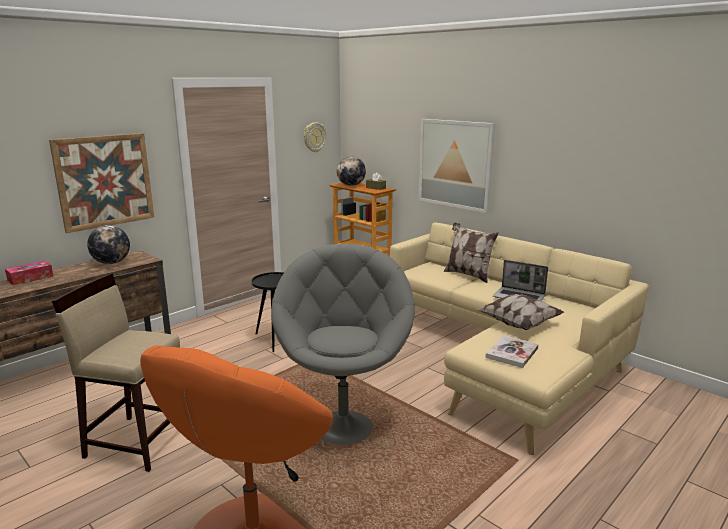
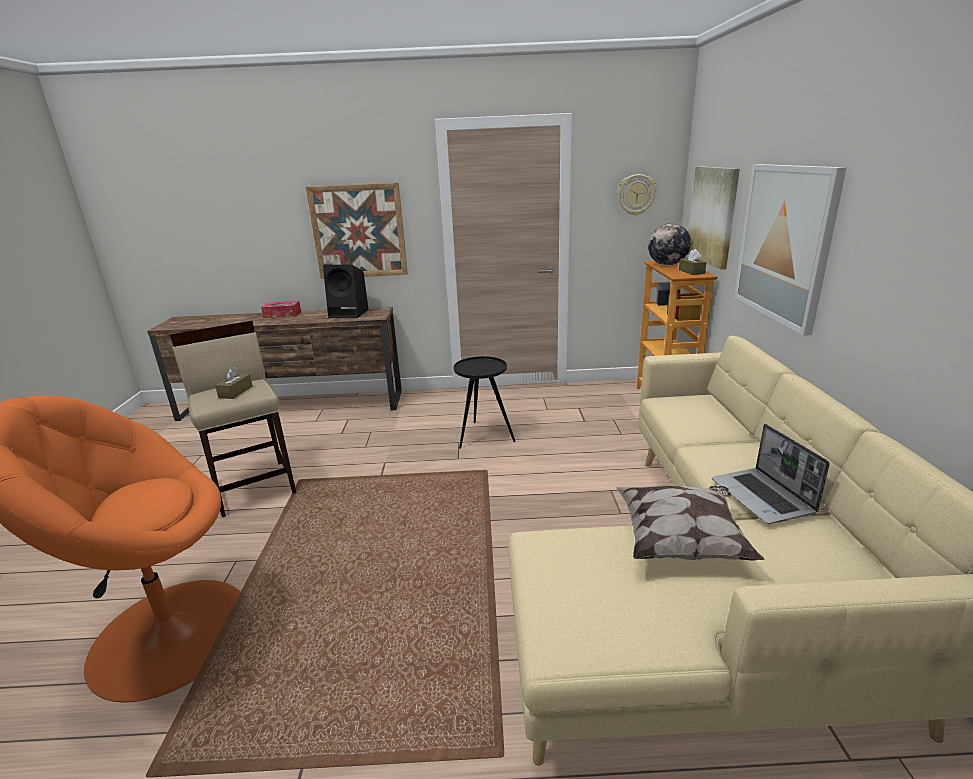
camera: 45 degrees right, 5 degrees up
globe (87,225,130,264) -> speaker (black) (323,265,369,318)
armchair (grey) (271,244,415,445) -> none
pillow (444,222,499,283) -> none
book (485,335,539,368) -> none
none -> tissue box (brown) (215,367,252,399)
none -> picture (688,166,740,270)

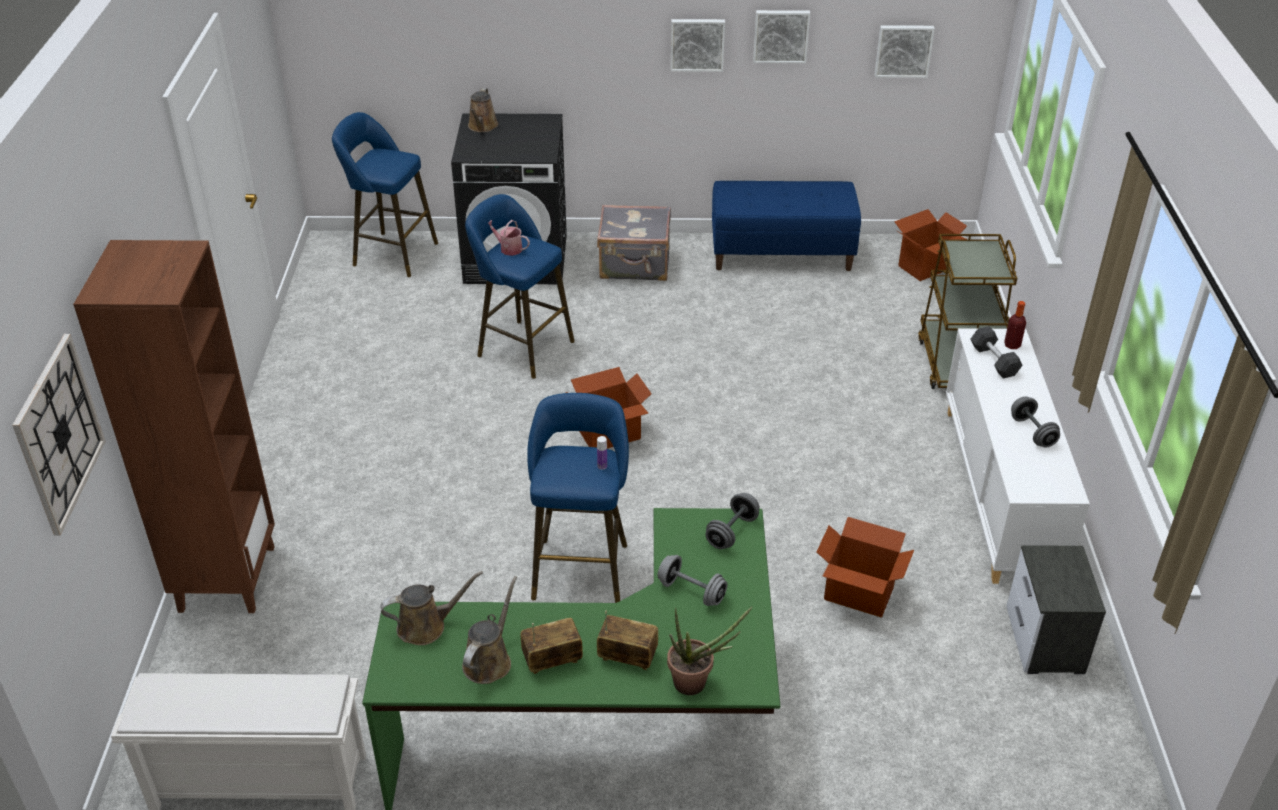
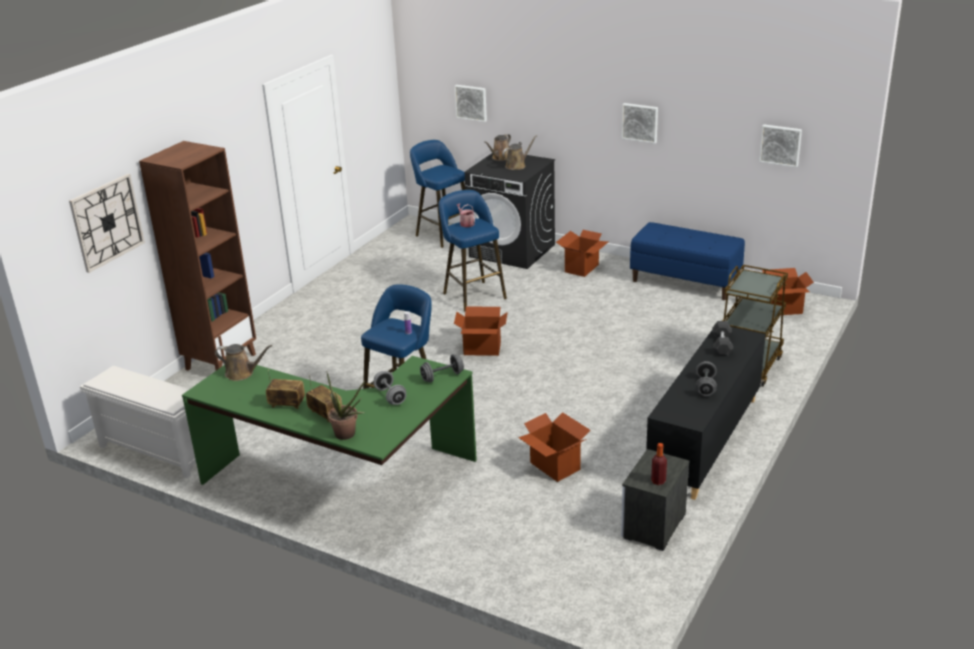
camera: 30 degrees right, 10 degrees down
watering can (brown) (462,576,517,684) -> watering can (brown) (502,135,538,170), relocated
suitcase (grey) (597,205,671,281) -> cardboard box (556,230,608,277)
picture (753,10,810,63) -> picture (454,85,487,122), relocated
cabinet (white) (946,328,1090,584) -> cabinet (black) (646,327,766,500)
bottle (1004,301,1026,349) -> bottle (651,443,667,485), relocated

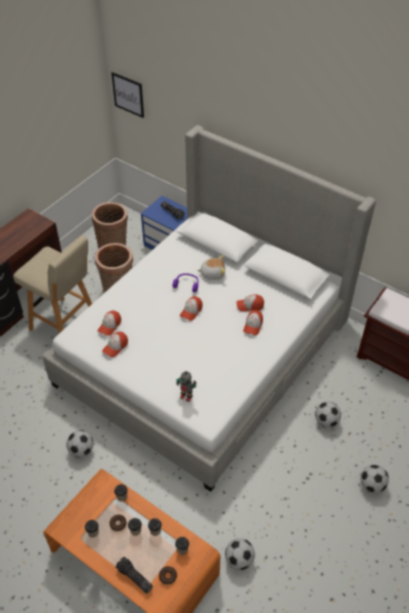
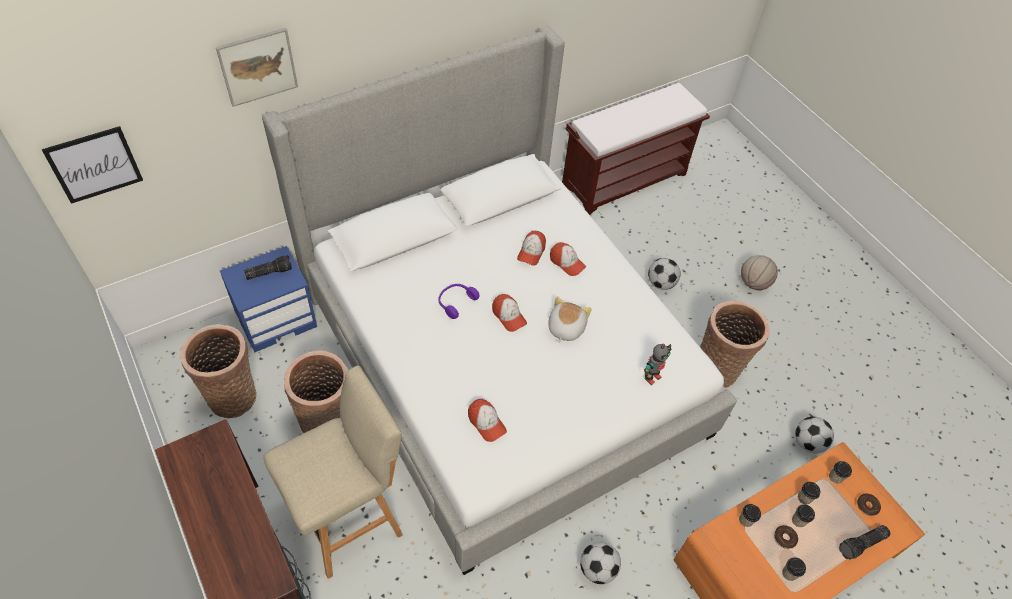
camera: 70 degrees left, 5 degrees up
cap (102,331,128,357) -> none
plush toy (197,255,226,280) -> plush toy (548,296,592,343), relocated
football (360,465,389,493) -> basketball (741,255,778,290)
none -> picture (216,28,298,107)
none -> basket (700,301,770,388)

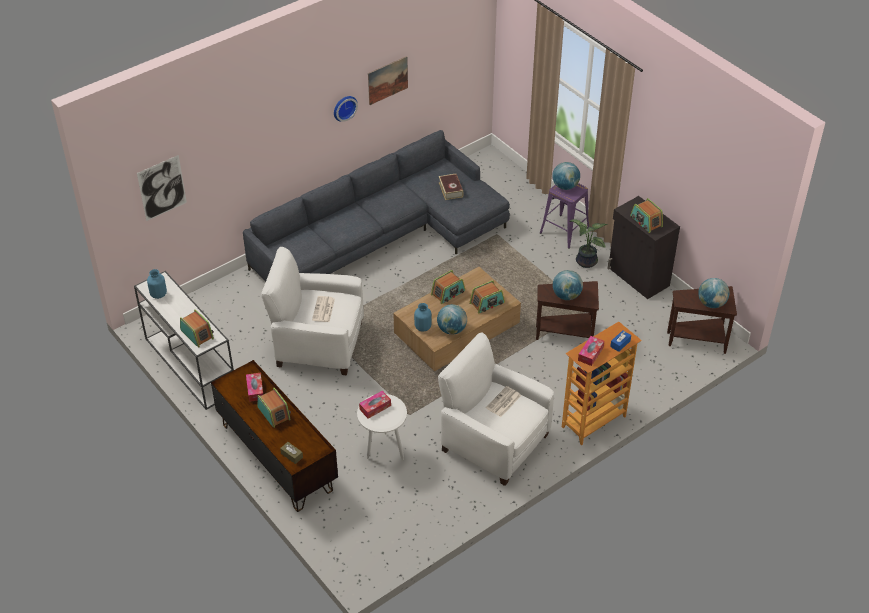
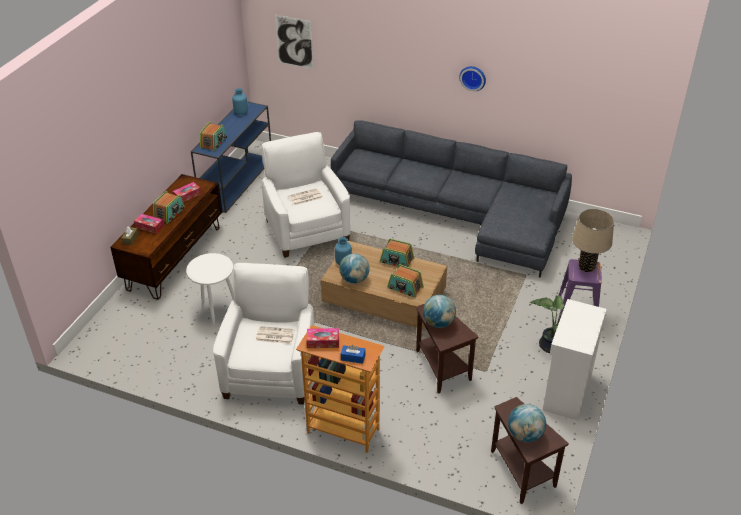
camera: 60 degrees right, 5 degrees down
console table (white) (134,271,234,410) -> console table (blue) (191,101,271,213)
tissue box (359,391,391,419) -> tissue box (134,214,164,234), relocated
picture (368,56,408,105) -> none
book (439,174,464,200) -> none
globe (552,162,580,190) -> table lamp (beige) (572,209,614,272)
cabinet (black) (607,196,680,299) -> cabinet (white) (543,299,607,421)
radio (630,198,663,233) -> none

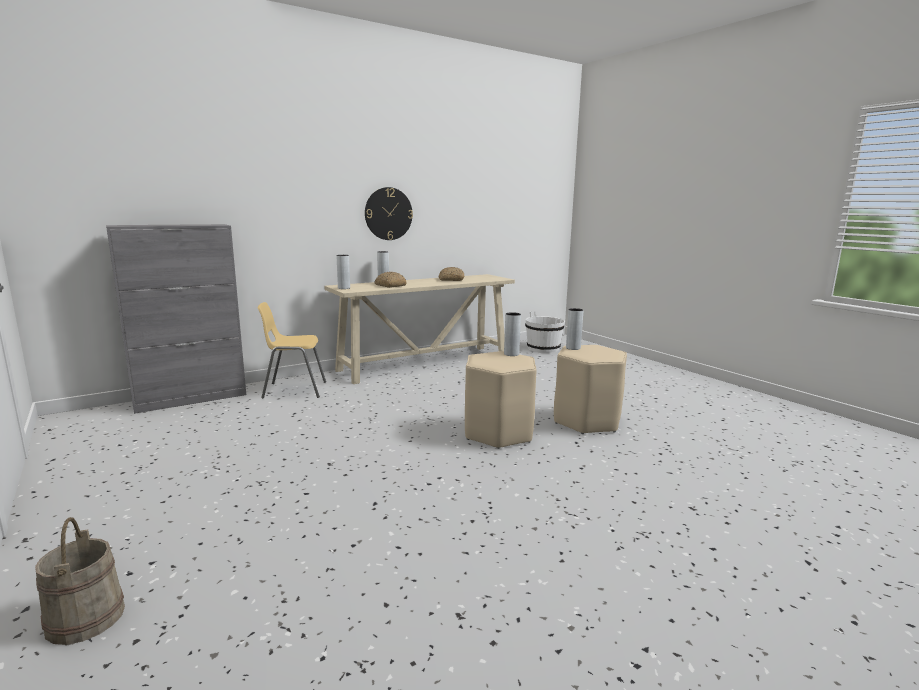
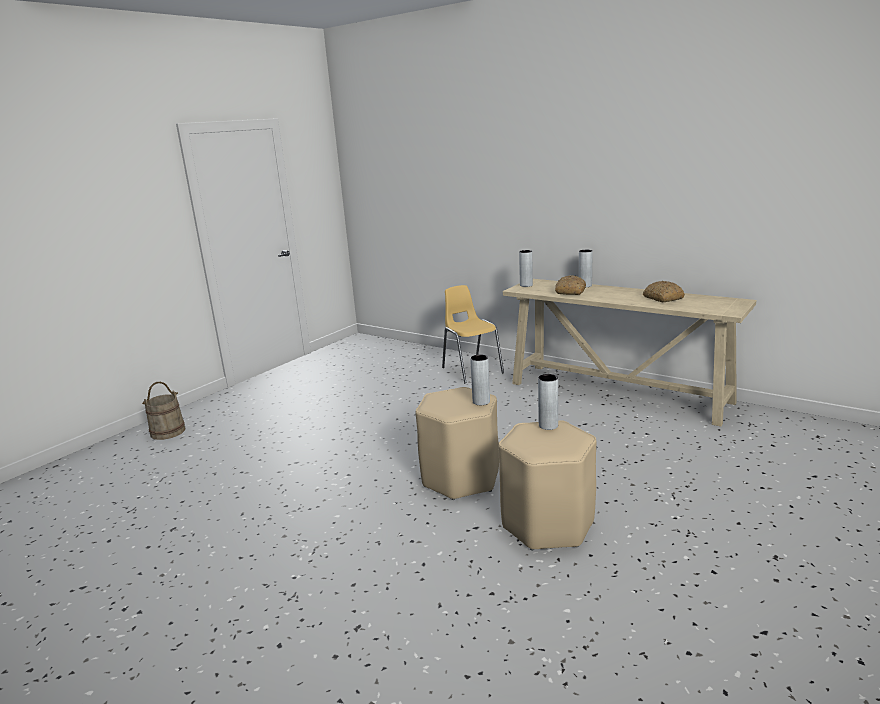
camera: 70 degrees right, 5 degrees up
cabinet (grey) (106,224,246,414) -> none
wall clock (365,187,413,240) -> none
bucket (white) (525,311,565,353) -> none

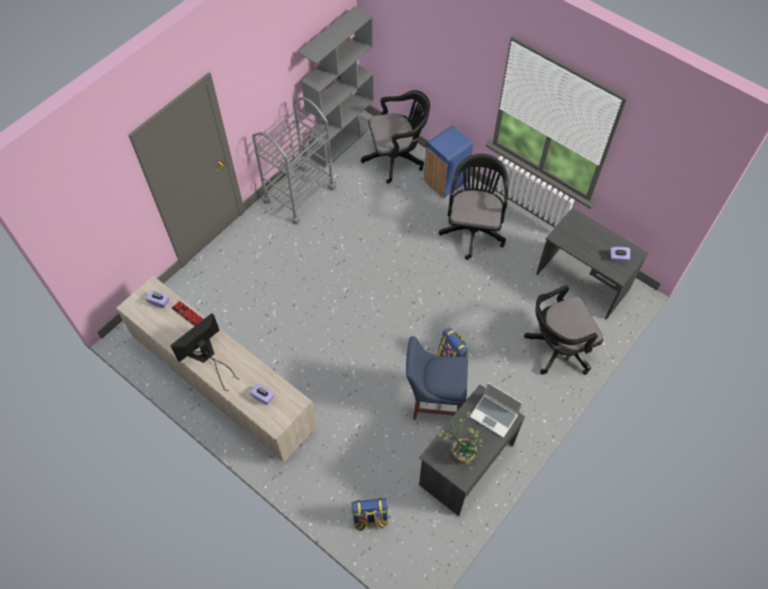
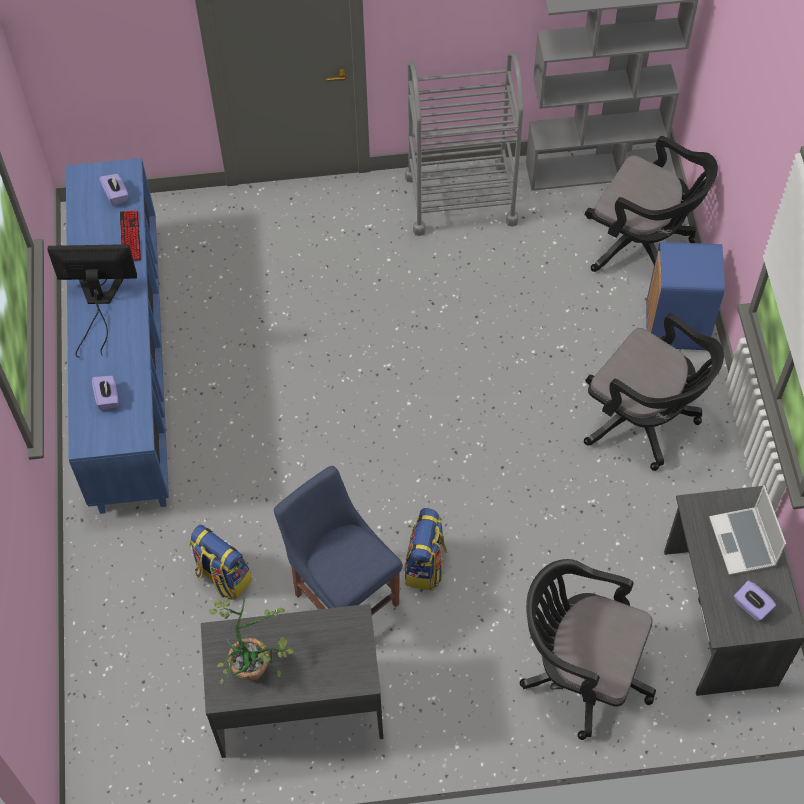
camera: 45 degrees right, 0 degrees up
cabinet (beige) (116,276,317,463) -> cabinet (blue) (66,158,169,514)
backpack (352,498,388,531) -> backpack (189,525,252,600), relocated
office chair (black) (438,154,508,260) -> office chair (black) (584,313,724,471), 75 degrees clockwise
laptop (469,382,522,438) -> laptop (709,485,786,575), relocated

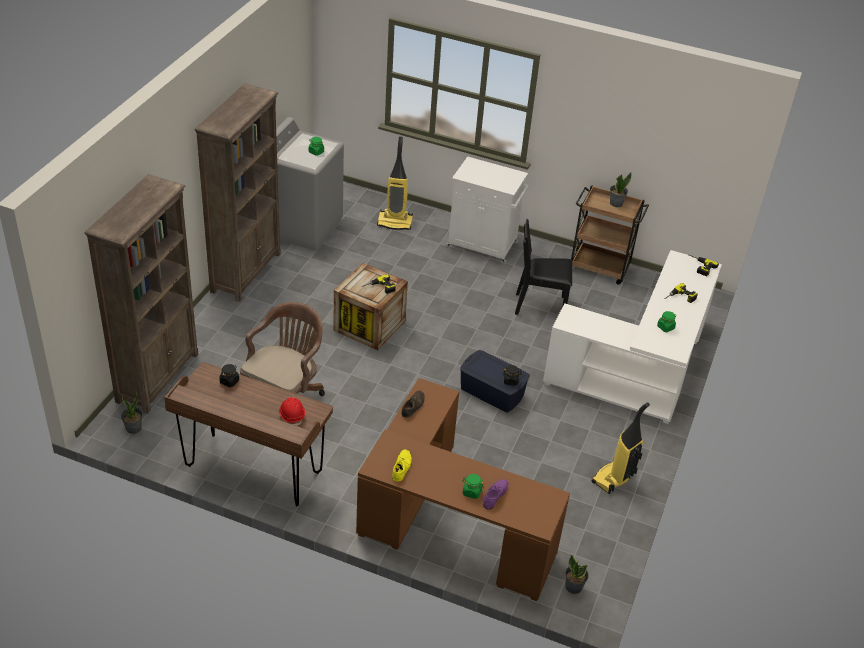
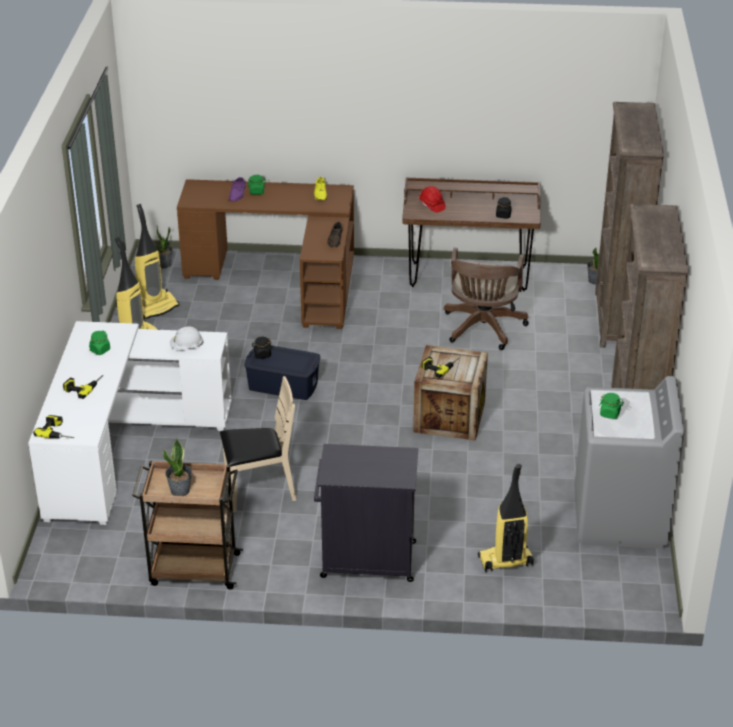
camera: 165 degrees right, 5 degrees down
cabinet (white) (446,157,529,264) -> cabinet (black) (314,444,418,582)
chair (black) (515,219,572,315) -> chair (beige) (220,376,296,513)
none -> vacuum cleaner (135,204,180,319)
none -> hard hat (white) (170,327,204,349)

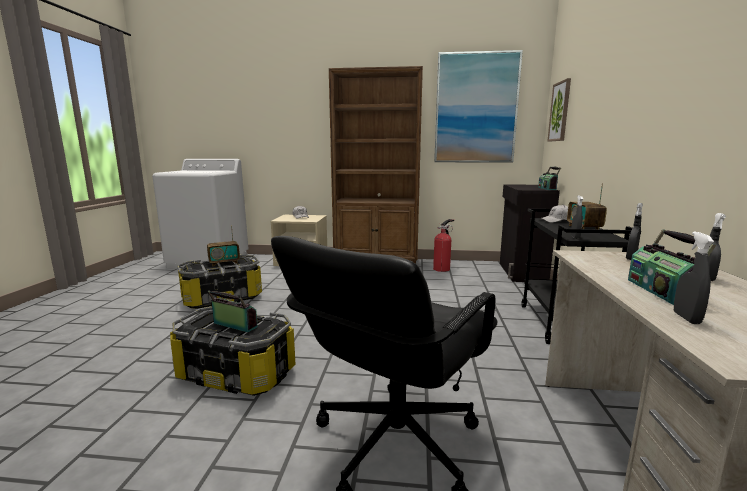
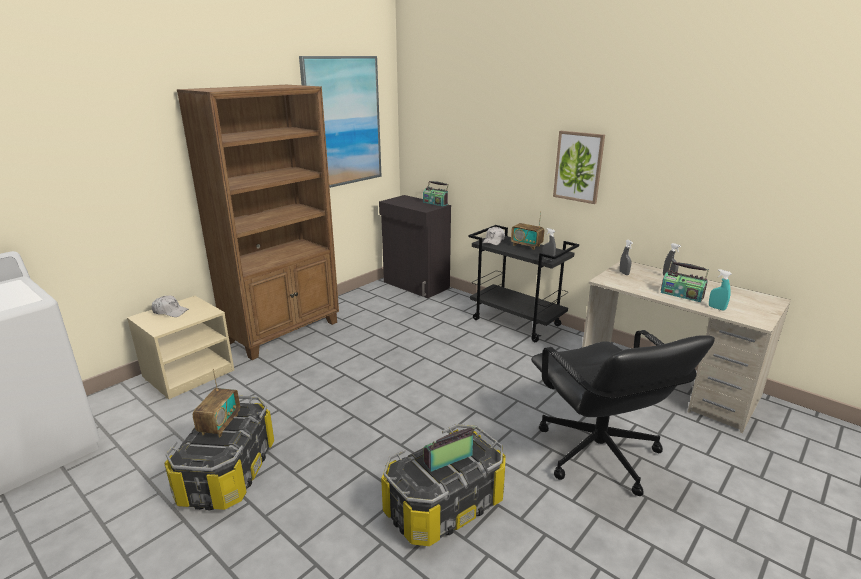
camera: 55 degrees left, 10 degrees up
fire extinguisher (433,219,454,272) -> none
picture (547,78,571,141) -> picture (553,131,605,204), relocated
spray bottle (grey) (674,232,714,324) -> spray bottle (turquoise) (709,269,732,311)

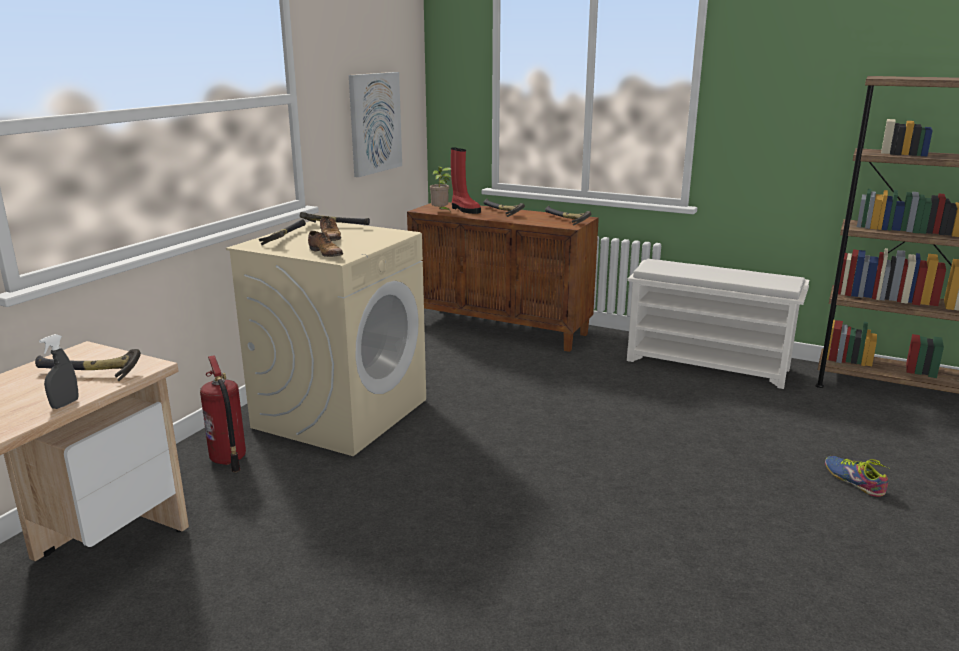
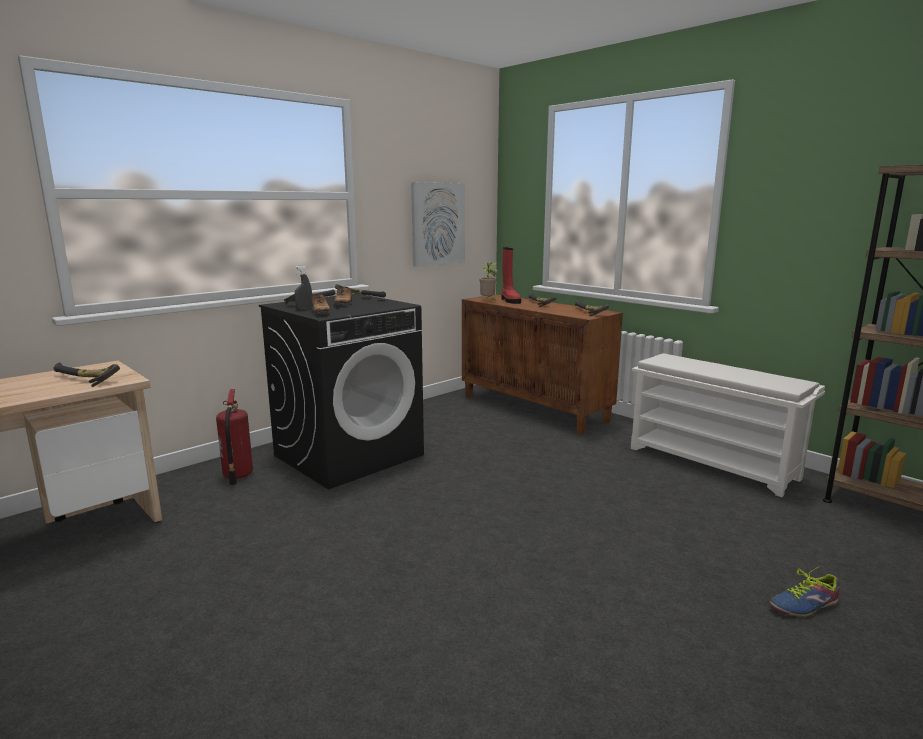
camera: 20 degrees right, 5 degrees down
spray bottle (grey) (39,334,79,409) -> spray bottle (grey) (294,265,312,310), relocated
washing machine (beige) (226,221,426,456) -> washing machine (black) (259,293,424,489)
shoe (825,456,888,497) -> shoe (770,566,840,617), 105 degrees counterclockwise

